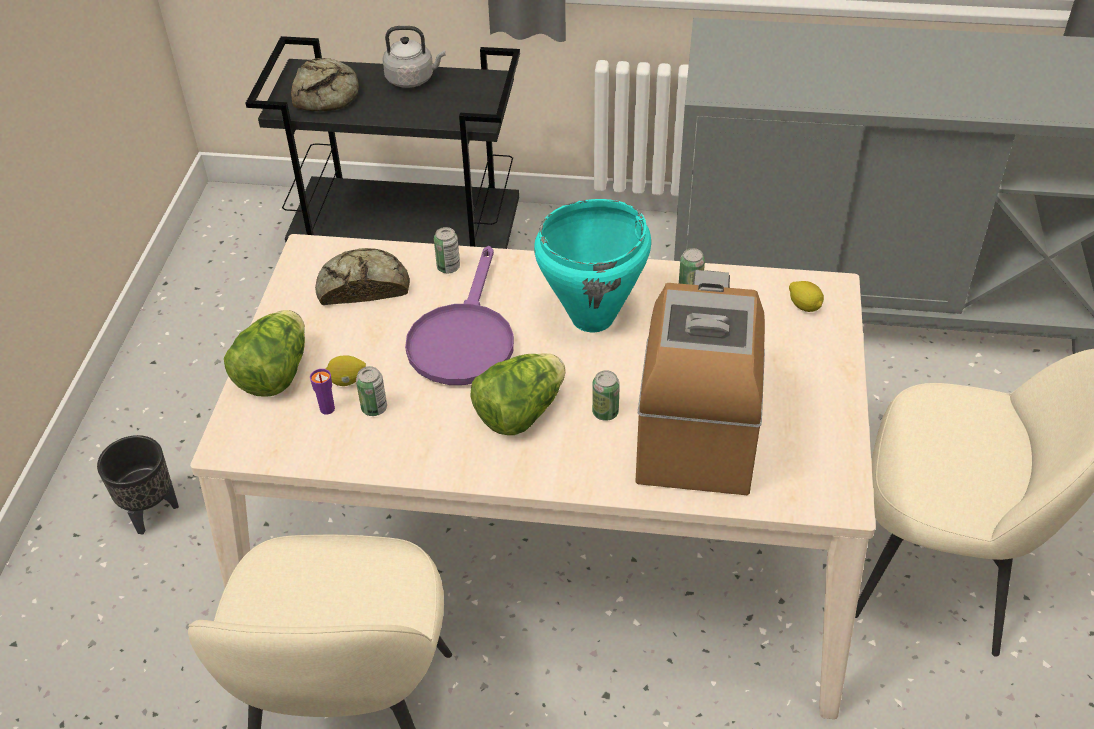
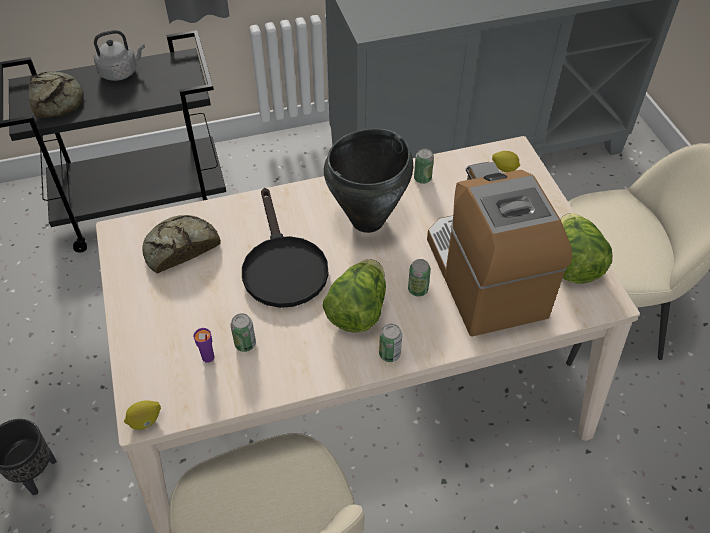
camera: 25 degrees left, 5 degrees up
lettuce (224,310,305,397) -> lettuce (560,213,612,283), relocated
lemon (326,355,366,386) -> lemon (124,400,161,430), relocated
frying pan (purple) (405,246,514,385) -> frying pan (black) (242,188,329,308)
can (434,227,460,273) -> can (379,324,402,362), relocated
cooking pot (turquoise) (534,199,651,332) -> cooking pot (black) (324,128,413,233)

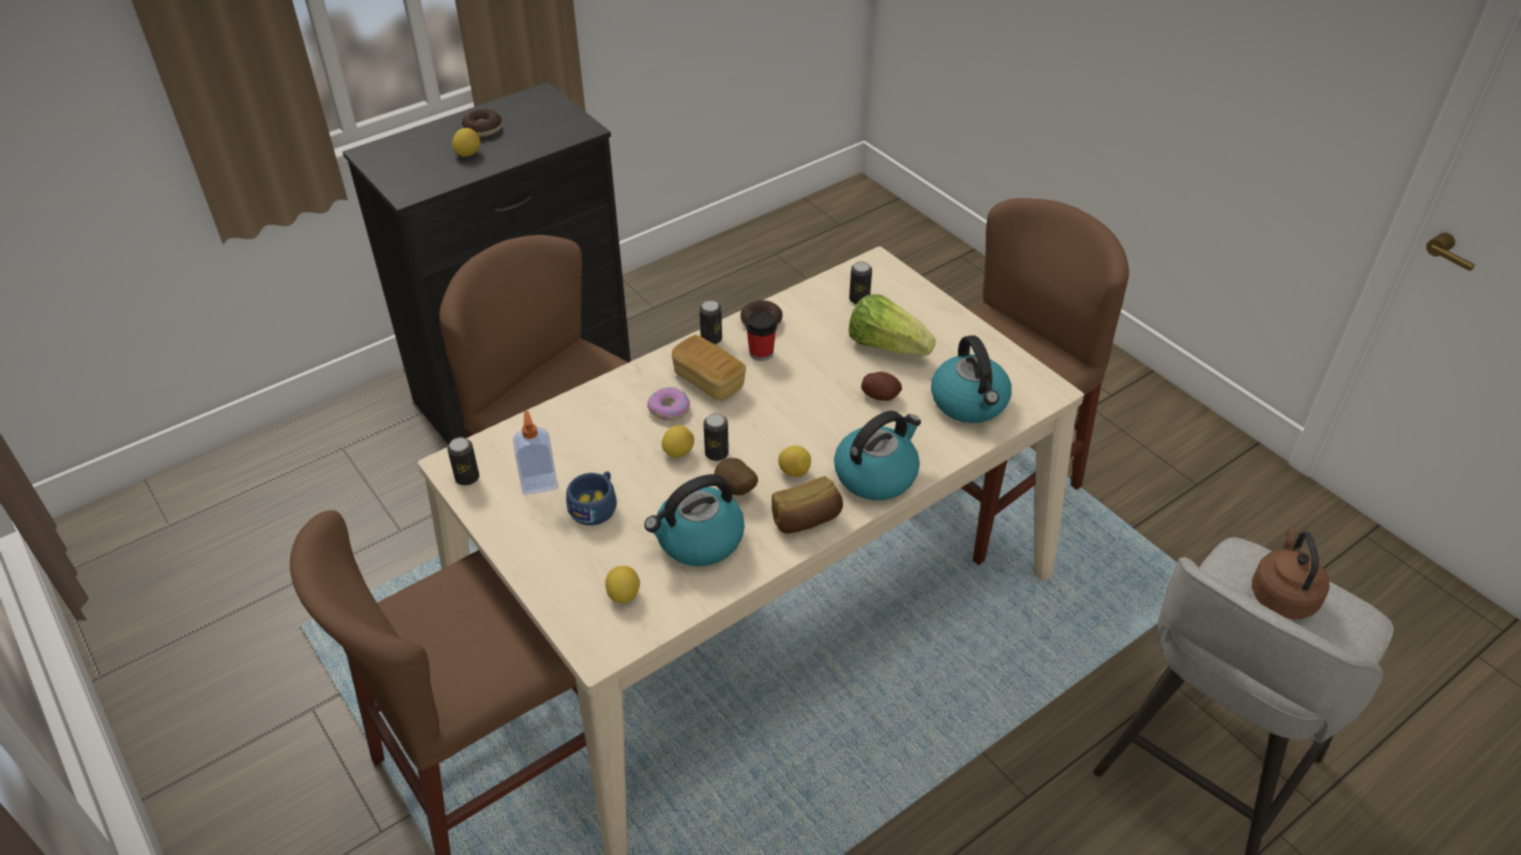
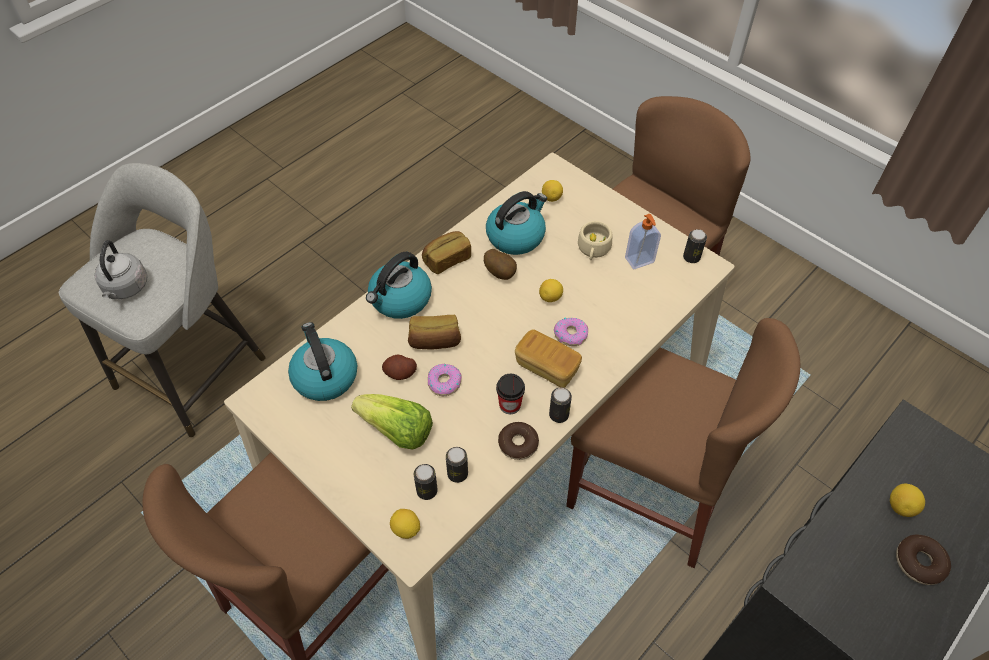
camera: 170 degrees right, 10 degrees up
cup (blue) (566,471,617,525) -> cup (beige) (578,221,612,260)
can (704,413,729,461) -> can (446,447,468,483), relocated
lemon (778,445,811,477) -> lemon (390,509,420,539), relocated
kettle (brown) (1252,528,1329,619) -> kettle (grey) (95,240,147,299)
none -> bread (408,314,461,350)
none -> donut (428,364,462,396)

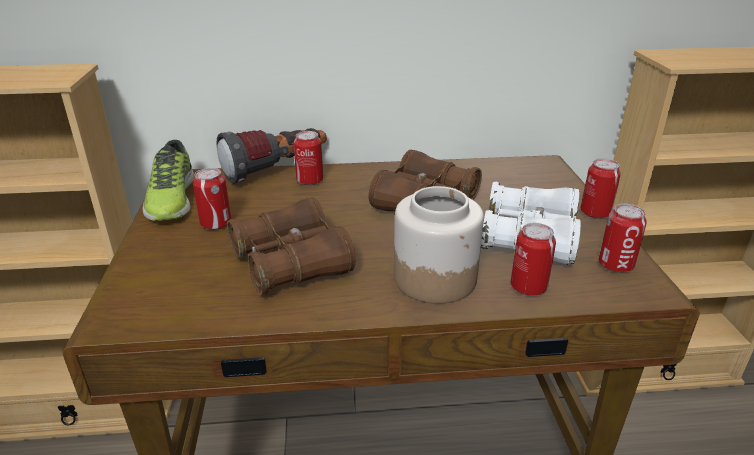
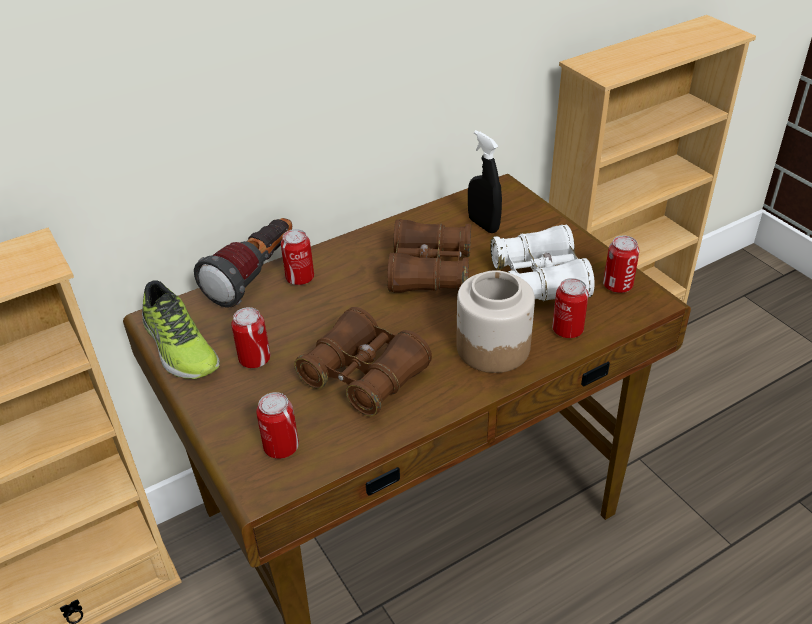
camera: 25 degrees left, 10 degrees up
can (580,158,621,219) -> can (256,392,299,459), relocated
none -> spray bottle (black) (468,130,502,233)

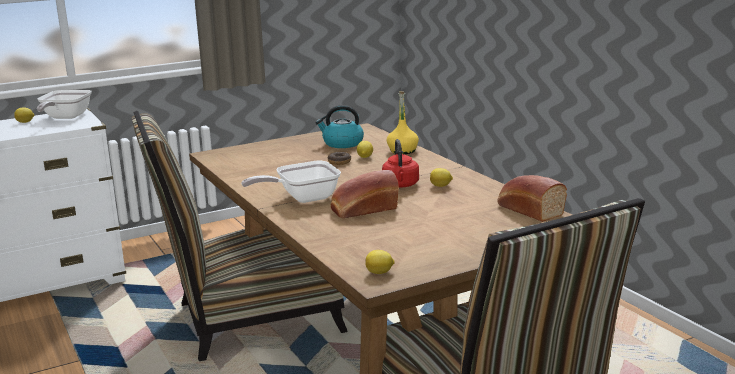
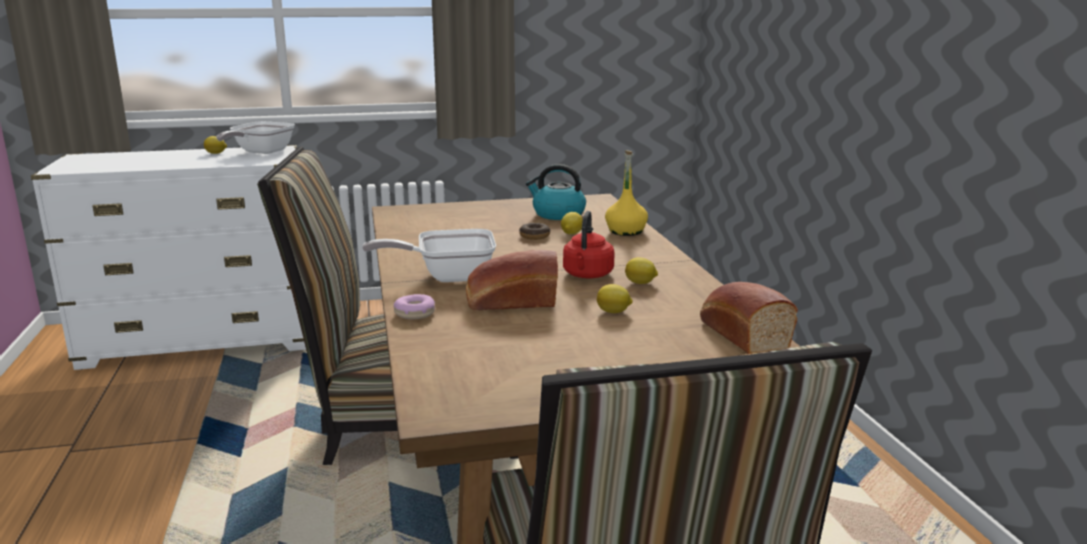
camera: 15 degrees right, 0 degrees up
lemon (365,250,394,274) -> lemon (597,284,633,313), relocated
none -> donut (394,294,435,319)

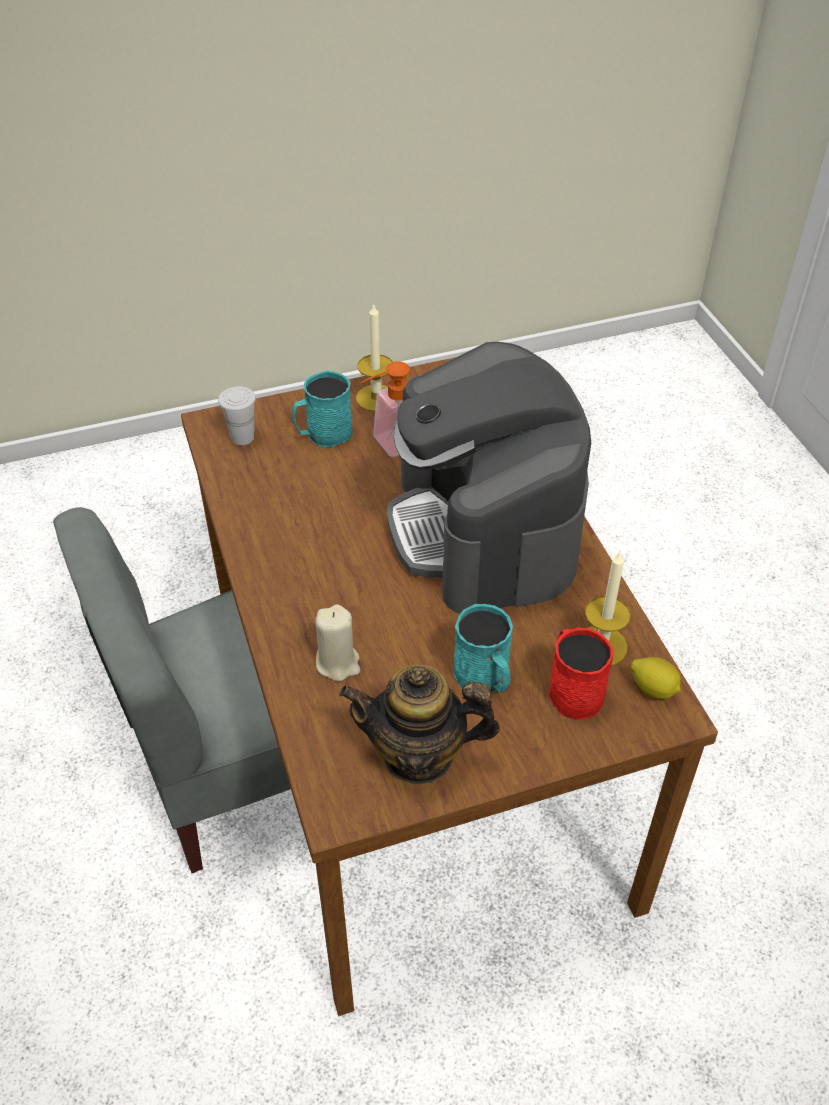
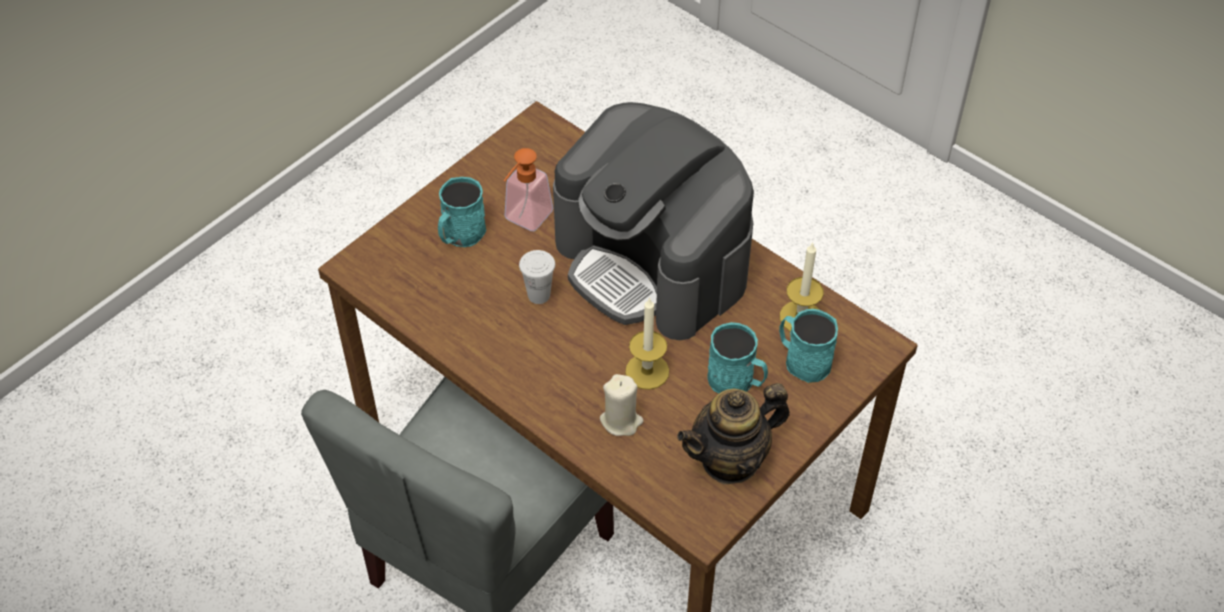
camera: 30 degrees left, 5 degrees up
cup (white) (218,386,256,445) -> cup (white) (519,250,555,304), relocated
candle (356,303,393,412) -> candle (625,297,669,390), relocated
mug (red) (549,627,614,720) -> mug (turquoise) (779,309,838,383)
lemon (631,657,681,699) -> none

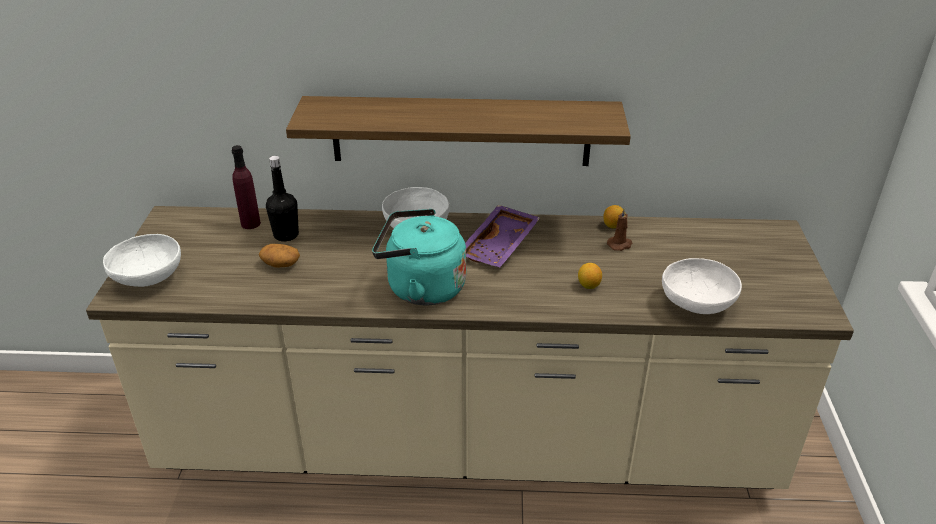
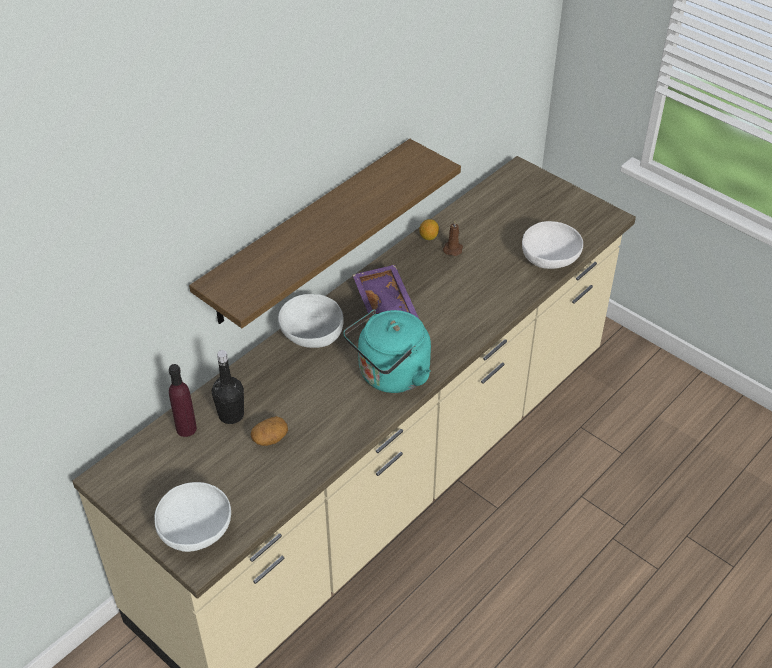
camera: 50 degrees left, 10 degrees up
lemon (578,263,602,289) -> none

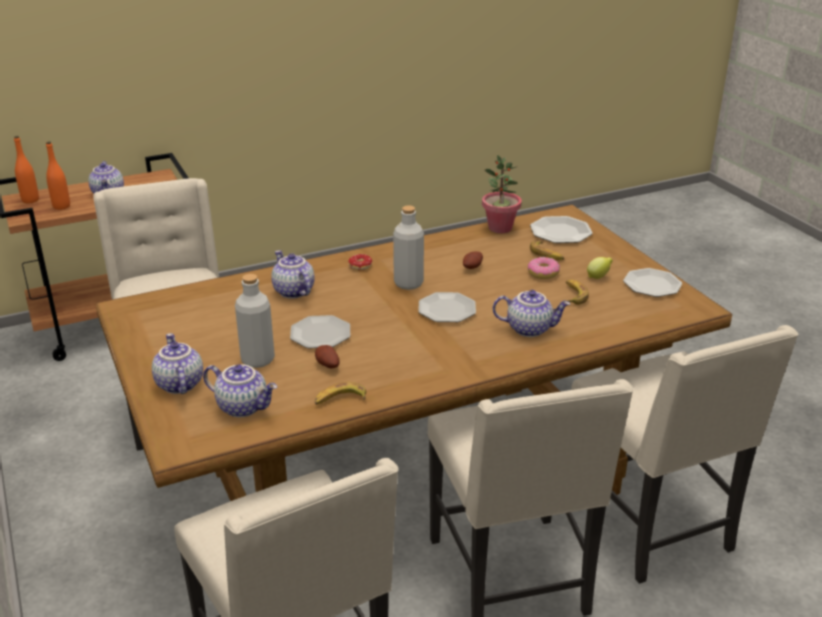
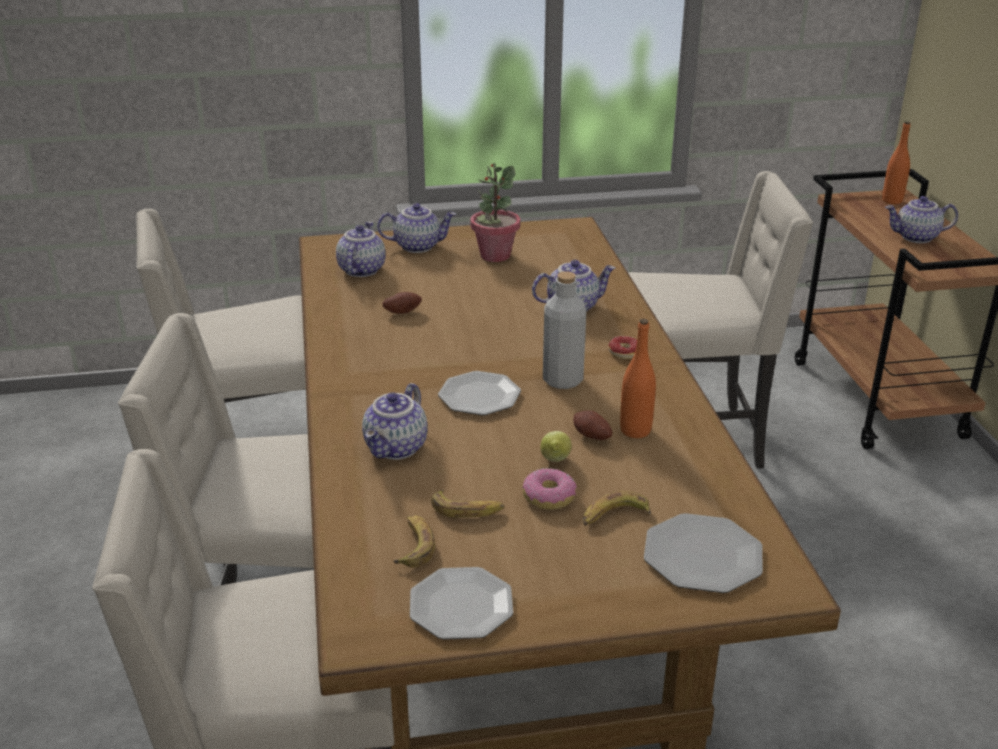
camera: 105 degrees right, 0 degrees up
bottle (orange) (46,141,70,210) -> bottle (orange) (620,319,656,438), relocated
teapot (203,364,277,417) -> teapot (336,222,386,277), 150 degrees clockwise
bottle (grey) (235,274,275,368) -> none
plate (290,315,350,348) -> none
banana (315,382,366,405) -> banana (393,515,435,567), relocated
potted plant (482,155,522,233) -> potted plant (470,163,521,262), relocated
lemon (587,257,613,279) -> lemon (541,431,572,462), relocated

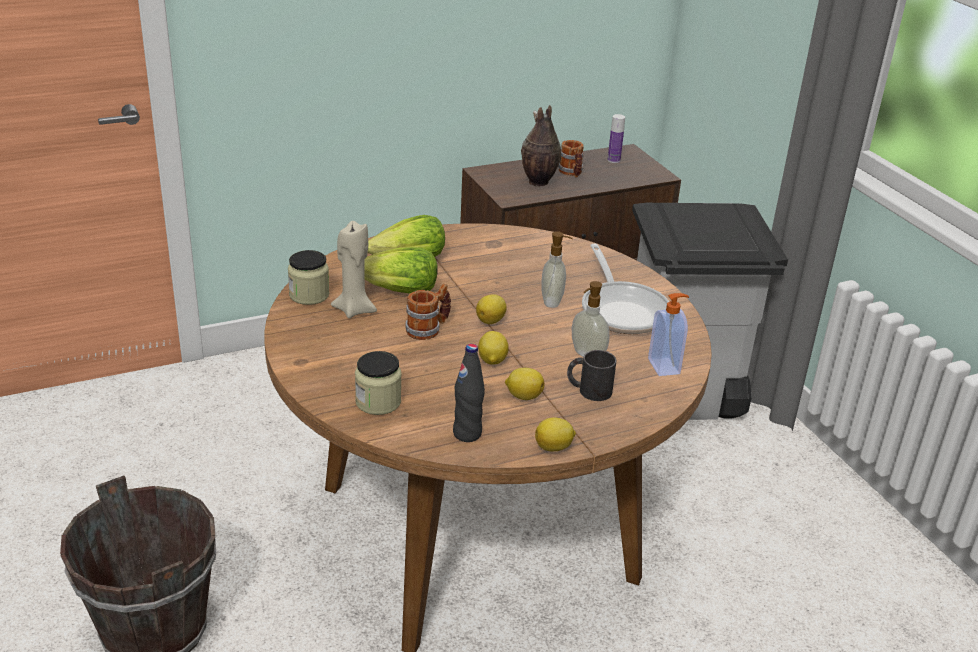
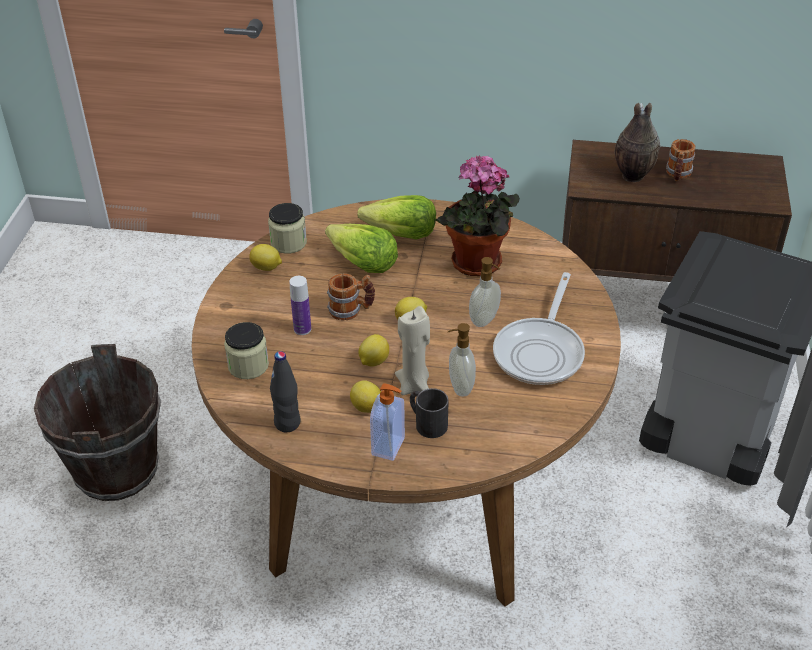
camera: 35 degrees right, 10 degrees up
candle (beige) (331,221,377,318) -> candle (beige) (395,306,430,395), relocated
lemon (535,417,576,451) -> lemon (249,244,282,271), relocated
bottle (608,114,625,163) -> bottle (289,276,311,335), relocated
soap dispenser (648,293,689,376) -> soap dispenser (370,384,405,461), relocated
none -> potted plant (435,156,520,276)

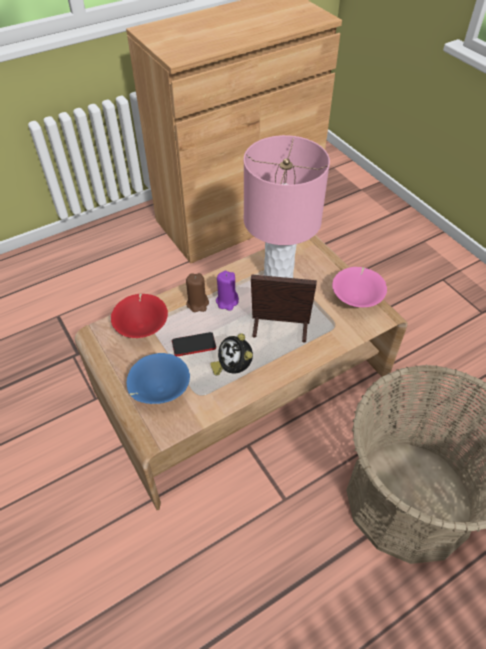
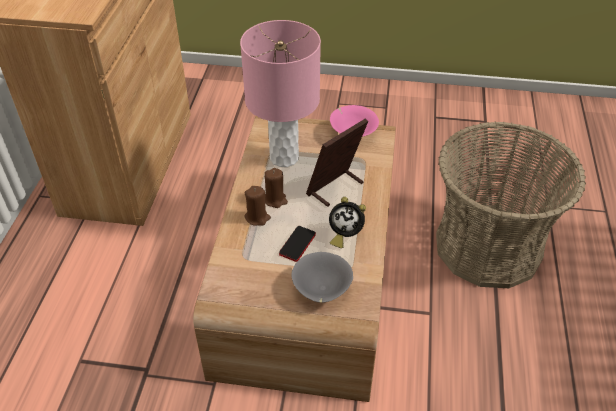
camera: 50 degrees left, 5 degrees down
bowl (red) (111,294,168,338) -> none
bowl (blue) (126,353,190,404) -> bowl (grey) (291,252,353,303)
candle (purple) (216,270,239,311) -> candle (brown) (265,168,288,208)

